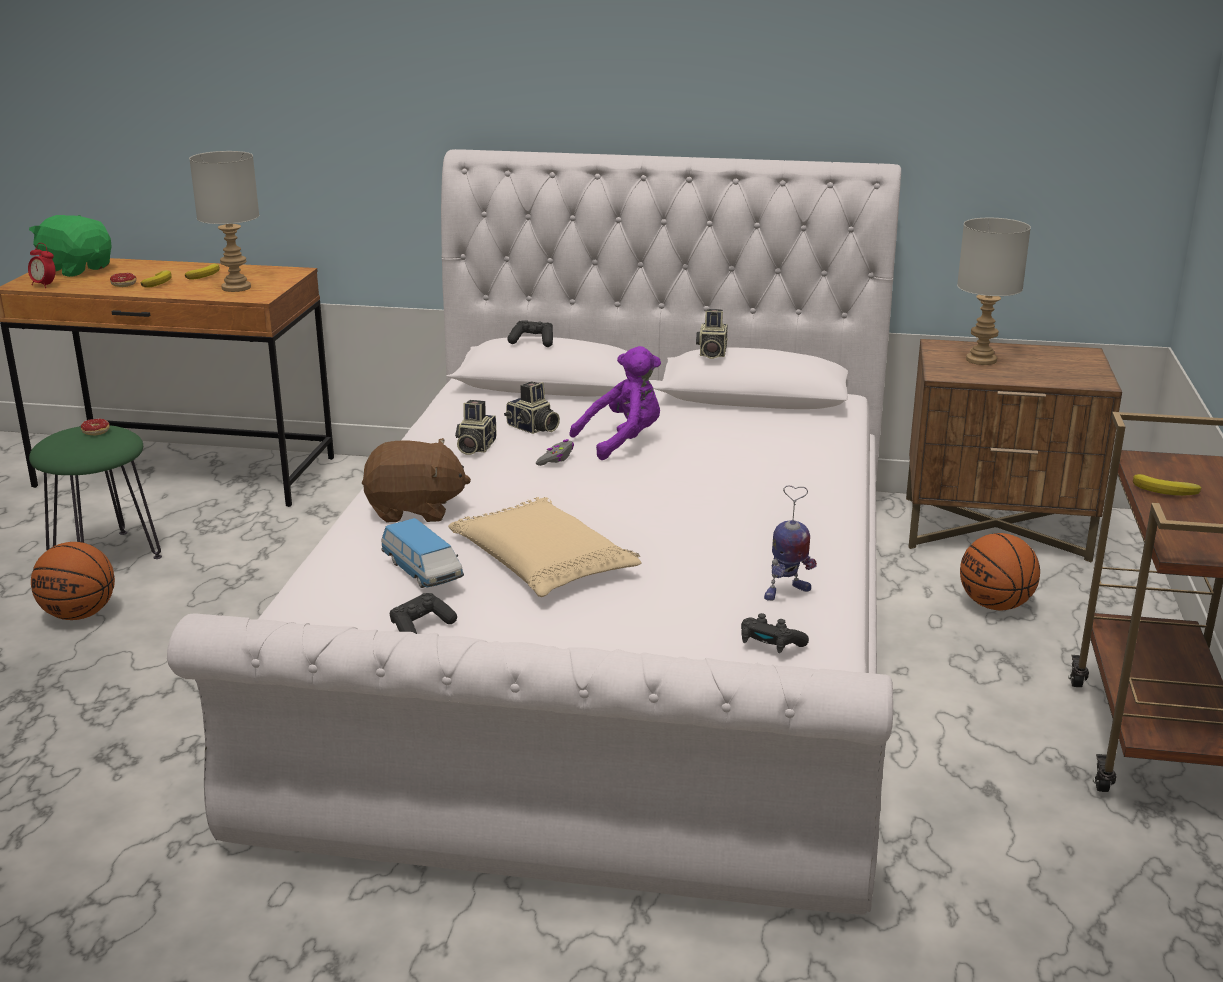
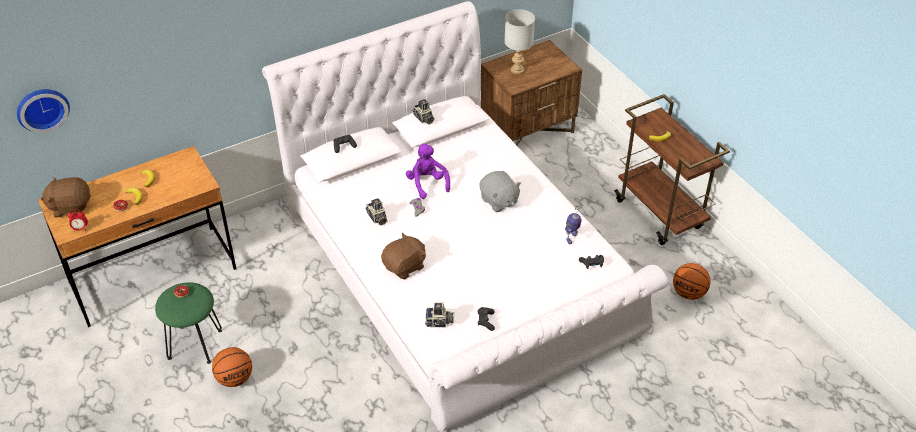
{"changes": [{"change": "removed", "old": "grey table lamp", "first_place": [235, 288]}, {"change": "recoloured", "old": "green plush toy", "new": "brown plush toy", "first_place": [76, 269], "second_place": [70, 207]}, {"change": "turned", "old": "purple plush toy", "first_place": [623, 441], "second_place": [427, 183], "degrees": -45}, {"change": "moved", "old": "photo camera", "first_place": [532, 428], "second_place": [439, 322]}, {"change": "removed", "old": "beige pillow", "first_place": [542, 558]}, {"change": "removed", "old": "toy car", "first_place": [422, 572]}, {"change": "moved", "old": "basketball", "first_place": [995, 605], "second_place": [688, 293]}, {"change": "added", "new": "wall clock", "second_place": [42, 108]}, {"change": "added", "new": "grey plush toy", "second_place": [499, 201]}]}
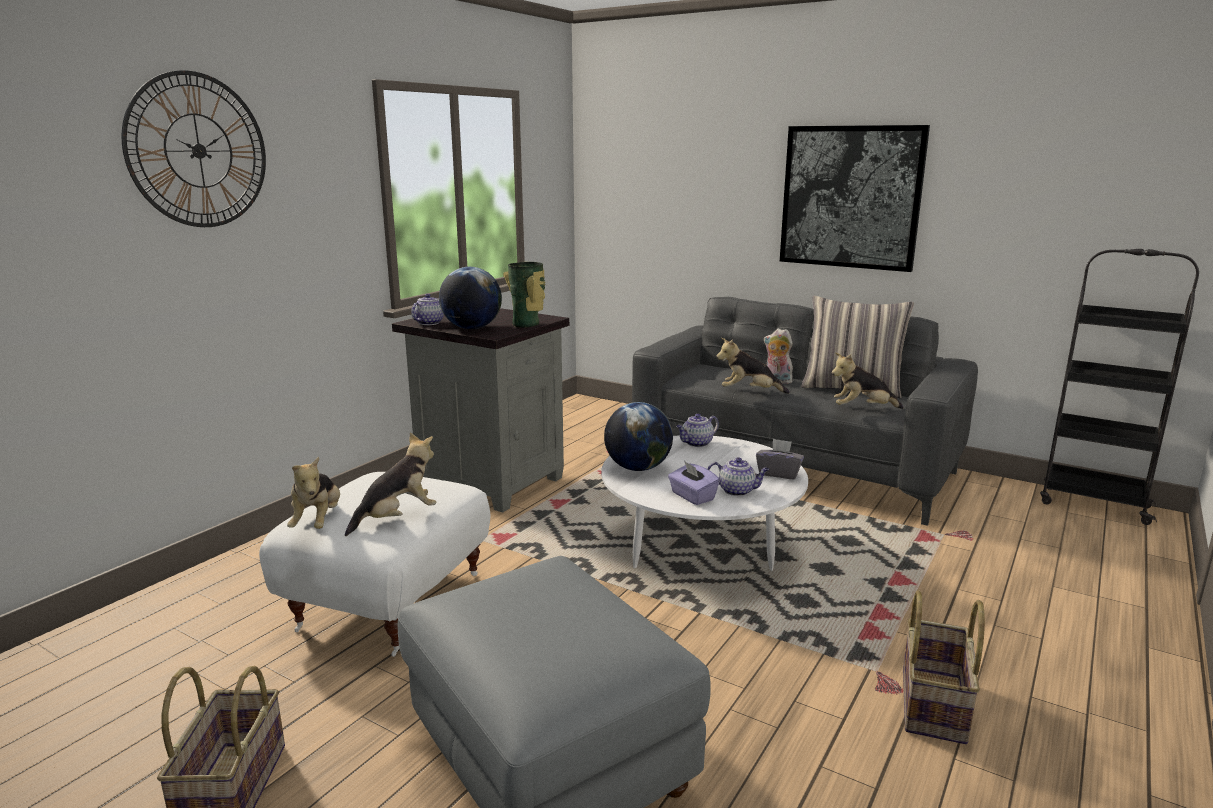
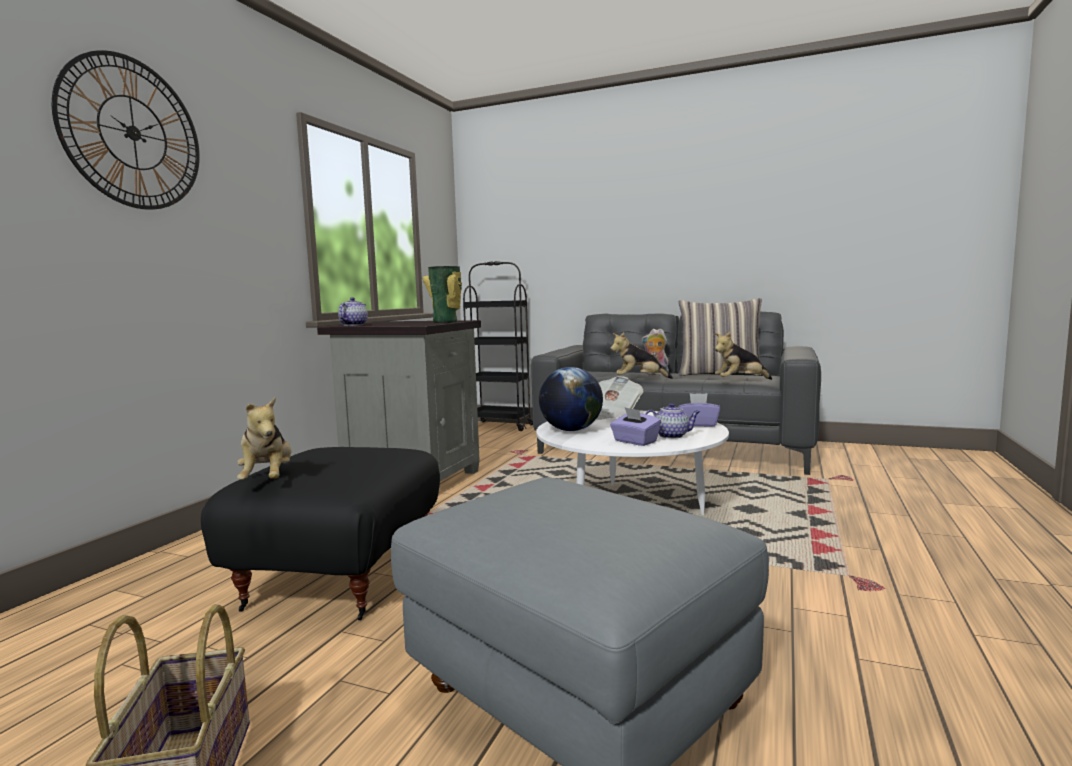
{"changes": [{"change": "removed", "old": "picture", "first_place": [850, 197]}, {"change": "moved", "old": "black cart", "first_place": [1093, 505], "second_place": [500, 426]}, {"change": "removed", "old": "globe", "first_place": [472, 328]}, {"change": "replaced", "old": "teapot", "new": "newspaper", "first_place": [696, 443], "second_place": [611, 414]}, {"change": "removed", "old": "plush toy", "first_place": [397, 518]}, {"change": "recoloured", "old": "grey tissue box", "new": "purple tissue box", "first_place": [779, 473], "second_place": [698, 424]}, {"change": "recoloured", "old": "white ottoman", "new": "black ottoman", "first_place": [388, 601], "second_place": [339, 574]}, {"change": "removed", "old": "basket", "first_place": [935, 705]}]}
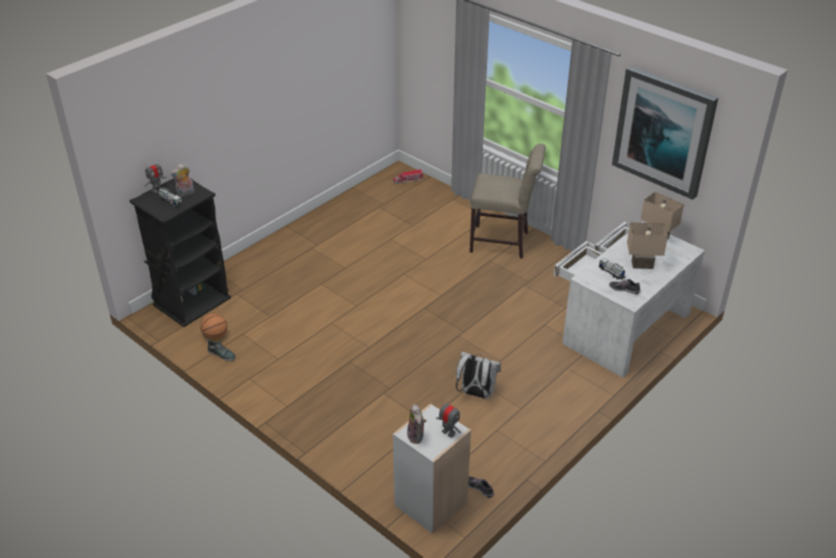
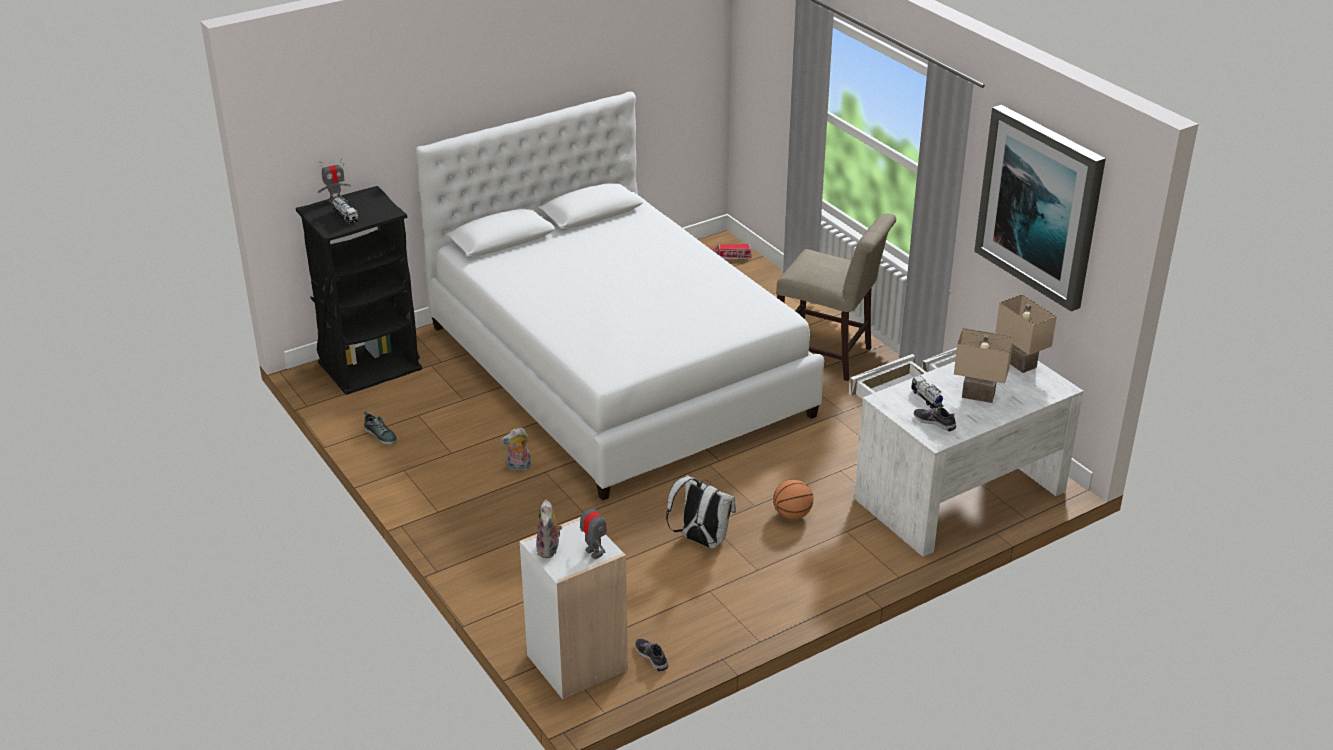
{"changes": [{"change": "moved", "old": "plush toy", "first_place": [185, 193], "second_place": [518, 467]}, {"change": "moved", "old": "basketball", "first_place": [215, 336], "second_place": [792, 515]}, {"change": "added", "new": "white bed", "second_place": [617, 369]}]}
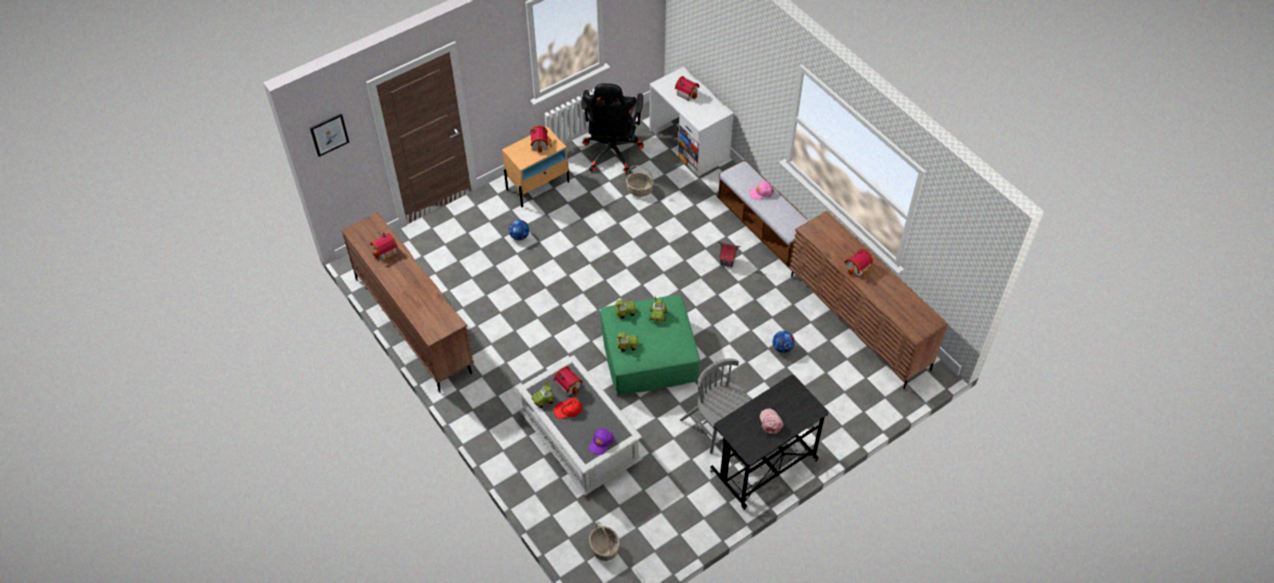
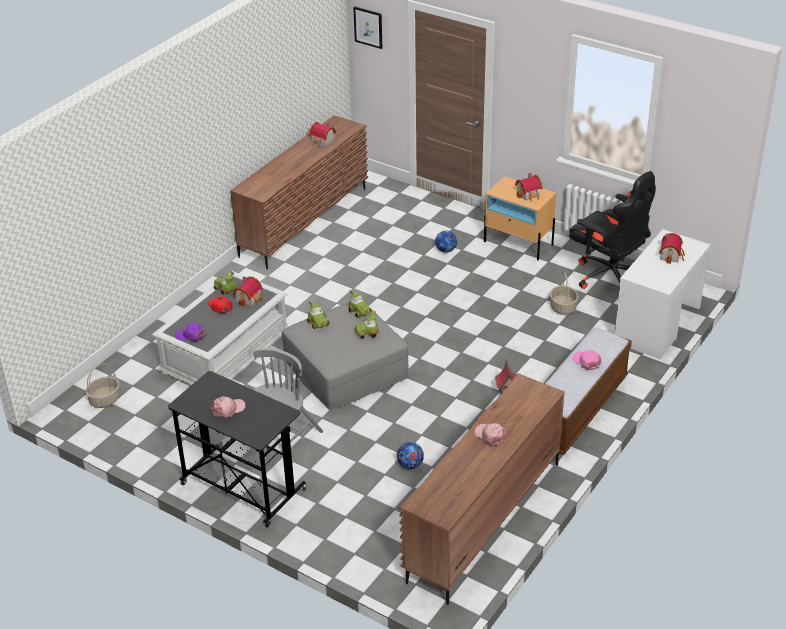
{"changes": [{"change": "turned", "old": "black office chair", "first_place": [613, 149], "second_place": [606, 275], "degrees": -120}, {"change": "replaced", "old": "toy house", "new": "pink cap", "first_place": [859, 268], "second_place": [490, 435]}, {"change": "recoloured", "old": "green ottoman", "new": "grey ottoman", "first_place": [648, 355], "second_place": [345, 369]}]}
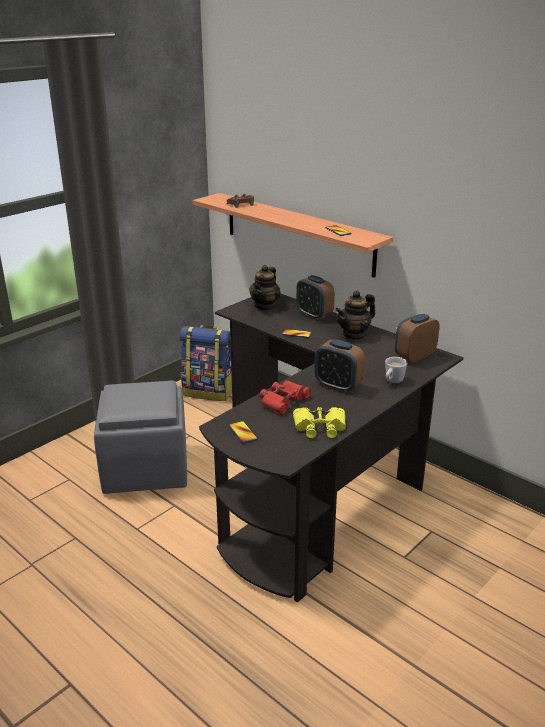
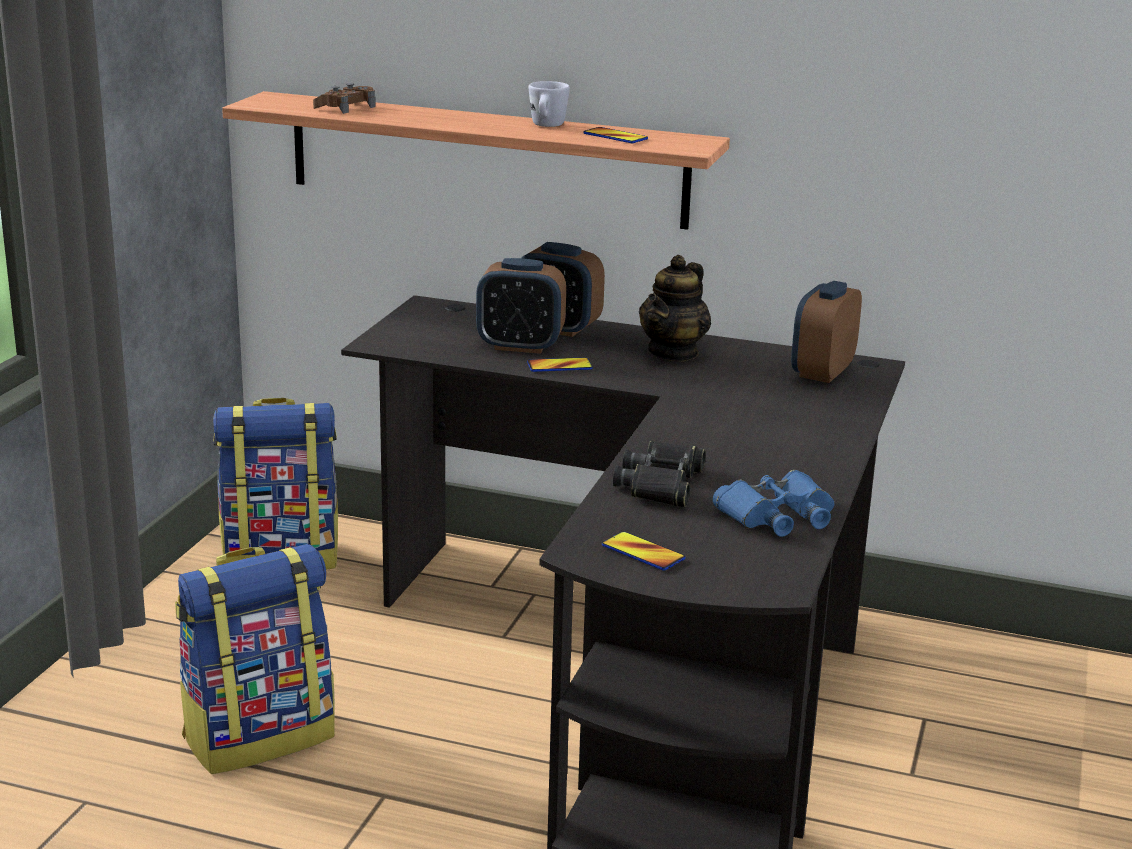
{"changes": [{"change": "removed", "old": "teapot", "first_place": [265, 306]}, {"change": "moved", "old": "alarm clock", "first_place": [338, 385], "second_place": [520, 346]}, {"change": "moved", "old": "white mug", "first_place": [392, 381], "second_place": [546, 126]}, {"change": "recoloured", "old": "red binoculars", "new": "black binoculars", "first_place": [283, 401], "second_place": [661, 484]}, {"change": "replaced", "old": "grey ottoman", "new": "backpack", "first_place": [147, 468], "second_place": [259, 736]}, {"change": "recoloured", "old": "yellow binoculars", "new": "blue binoculars", "first_place": [319, 427], "second_place": [777, 515]}]}
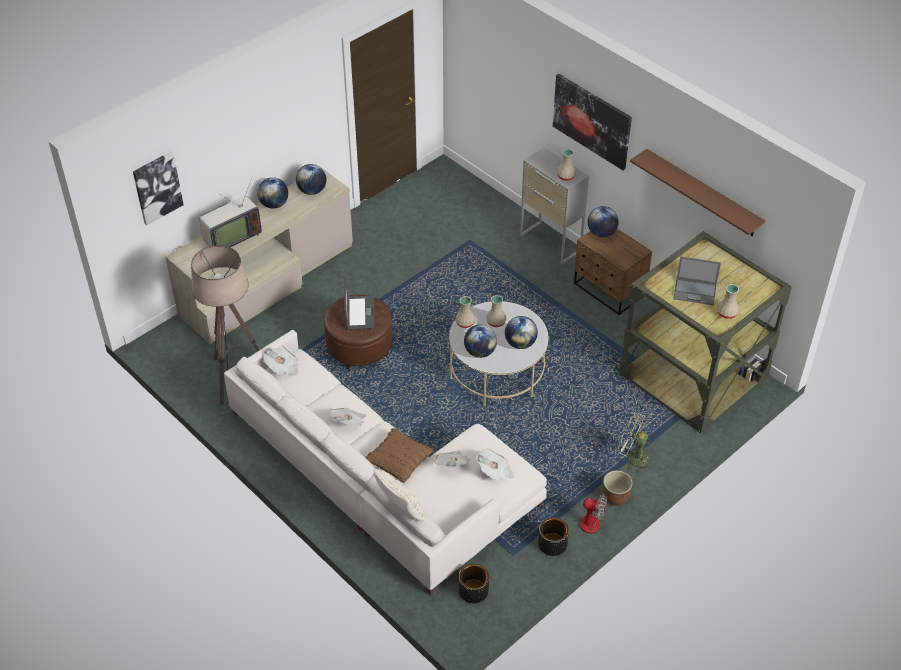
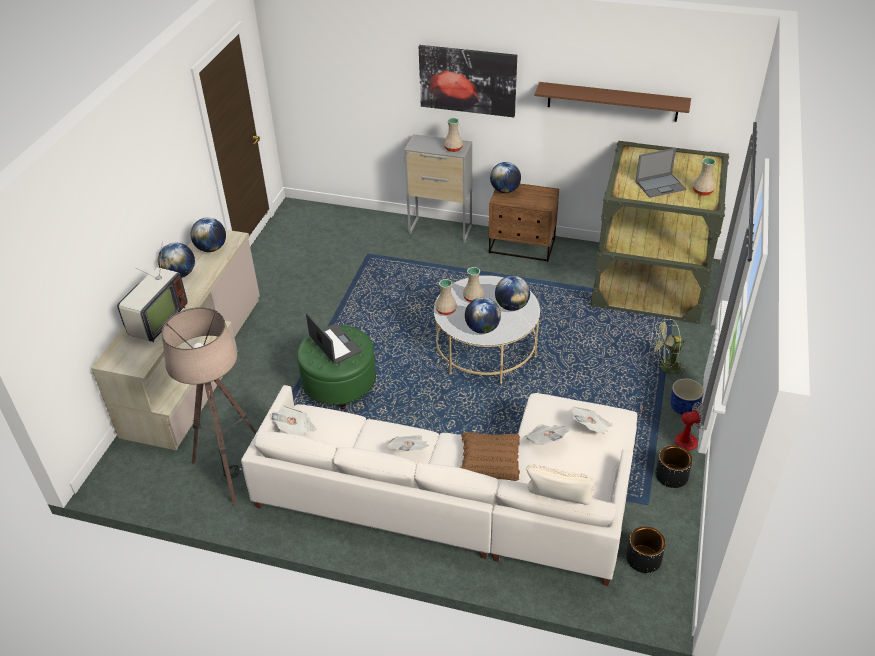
{"changes": [{"change": "removed", "old": "picture", "first_place": [157, 187]}, {"change": "recoloured", "old": "brown ottoman", "new": "green ottoman", "first_place": [359, 348], "second_place": [339, 385]}, {"change": "recoloured", "old": "brown planter", "new": "blue planter", "first_place": [615, 496], "second_place": [683, 407]}]}
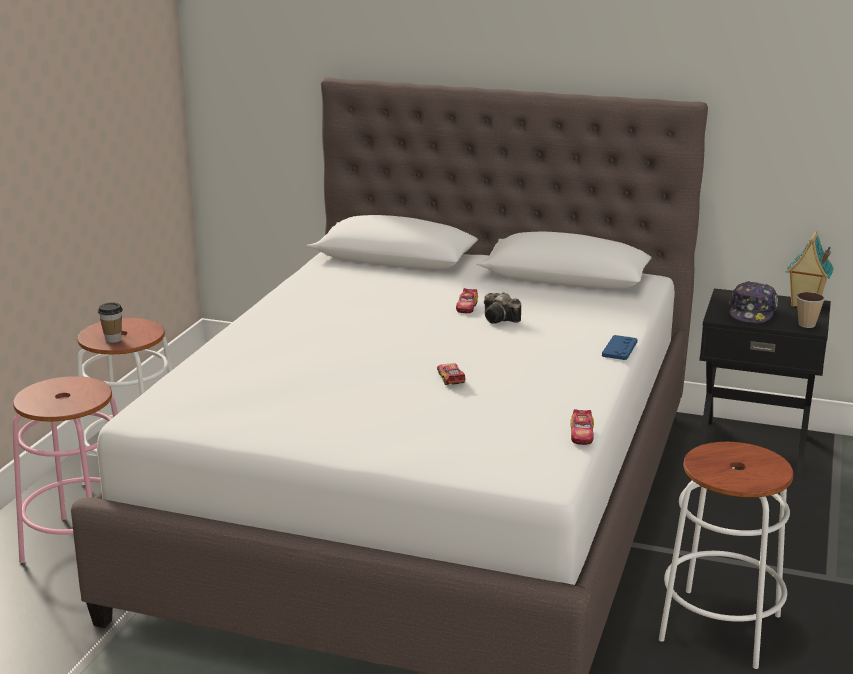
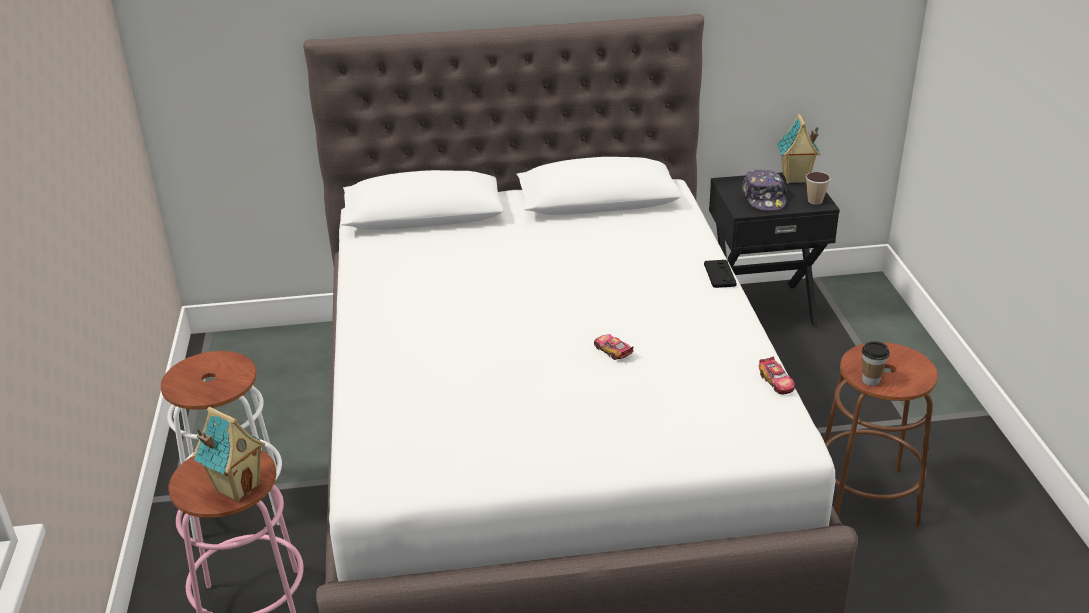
{"changes": [{"change": "removed", "old": "toy car", "first_place": [467, 307]}, {"change": "removed", "old": "photo camera", "first_place": [500, 319]}, {"change": "moved", "old": "cup", "first_place": [113, 339], "second_place": [870, 380]}, {"change": "recoloured", "old": "blue game controller", "new": "black game controller", "first_place": [619, 349], "second_place": [719, 275]}, {"change": "recoloured", "old": "white stool", "new": "brown stool", "first_place": [720, 627], "second_place": [866, 497]}, {"change": "added", "new": "toy house", "second_place": [237, 487]}]}
